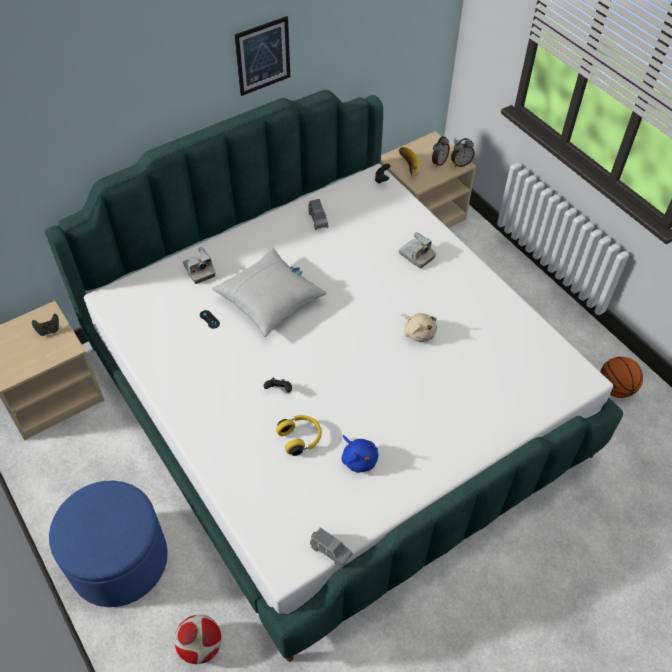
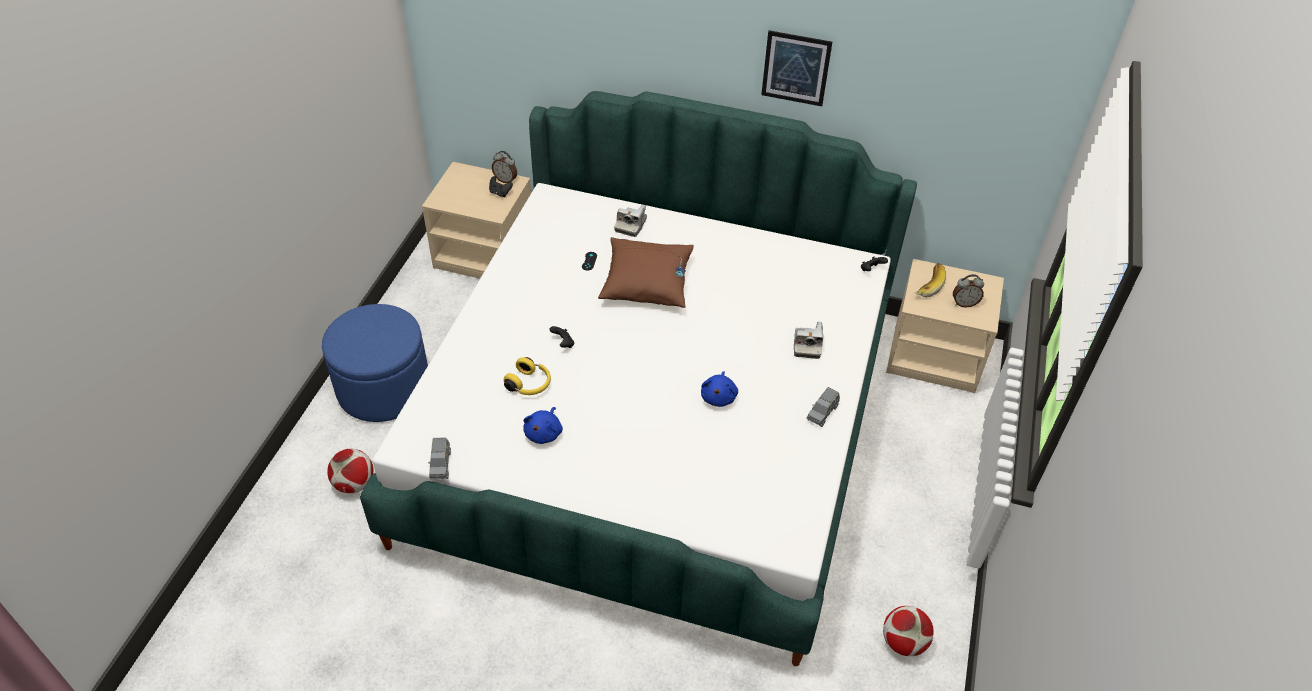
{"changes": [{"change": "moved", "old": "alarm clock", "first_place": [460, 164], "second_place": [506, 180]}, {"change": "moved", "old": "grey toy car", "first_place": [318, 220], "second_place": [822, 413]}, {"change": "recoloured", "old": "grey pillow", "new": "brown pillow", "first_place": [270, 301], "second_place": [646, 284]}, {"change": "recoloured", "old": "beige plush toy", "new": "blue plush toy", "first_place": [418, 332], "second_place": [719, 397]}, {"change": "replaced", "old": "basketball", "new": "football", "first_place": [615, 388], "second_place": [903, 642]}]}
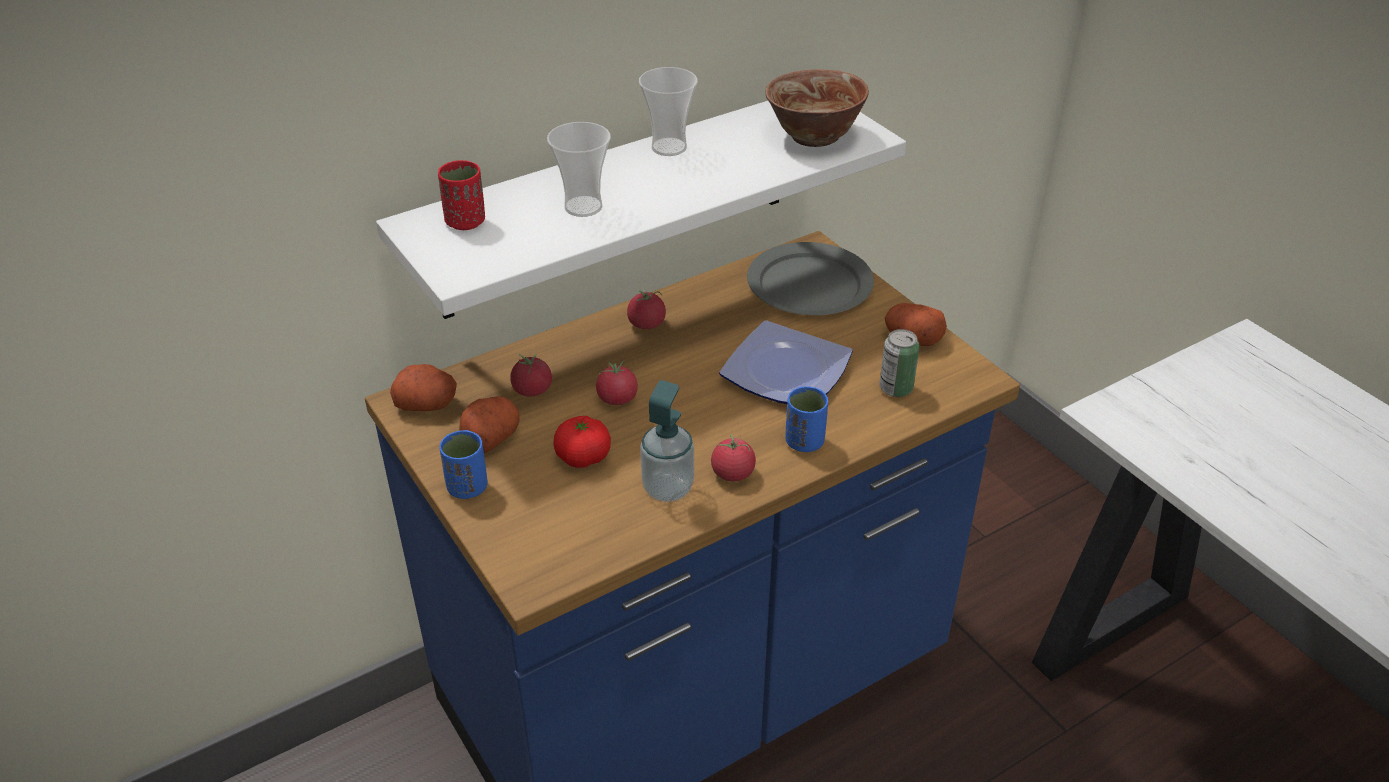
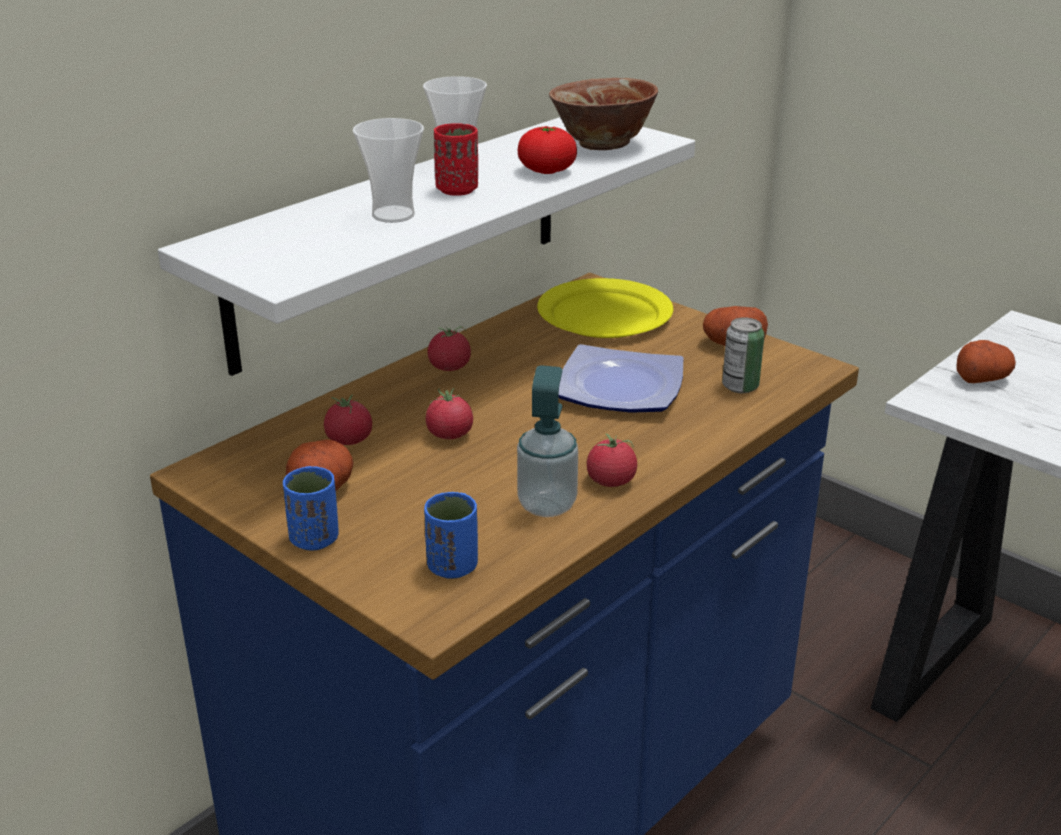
{"changes": [{"change": "moved", "old": "red cup", "first_place": [465, 222], "second_place": [457, 190]}, {"change": "recoloured", "old": "grey plate", "new": "yellow plate", "first_place": [810, 285], "second_place": [606, 315]}, {"change": "moved", "old": "potato", "first_place": [427, 403], "second_place": [982, 378]}, {"change": "moved", "old": "blue cup", "first_place": [804, 442], "second_place": [452, 567]}, {"change": "moved", "old": "tomato", "first_place": [583, 457], "second_place": [547, 171]}]}
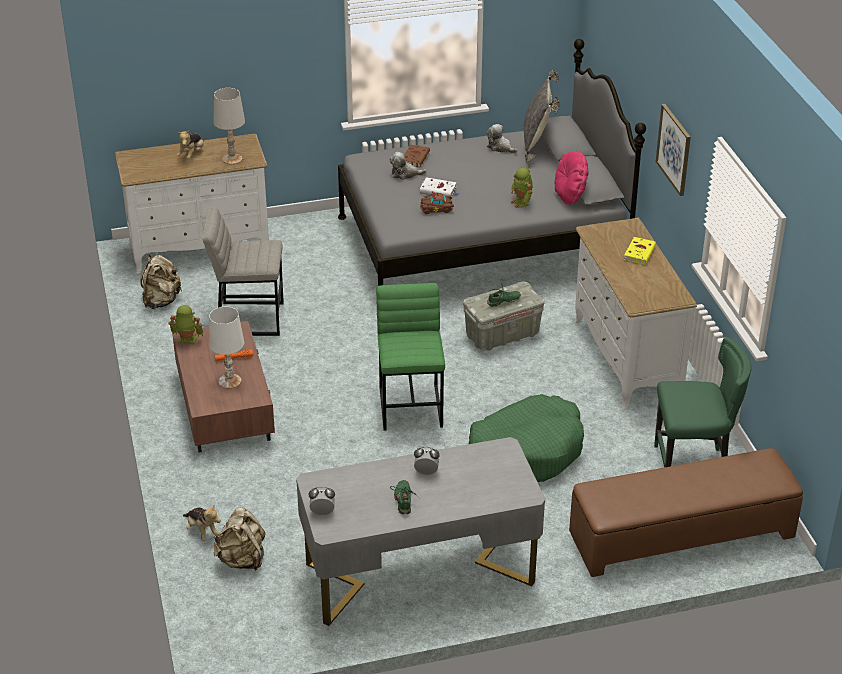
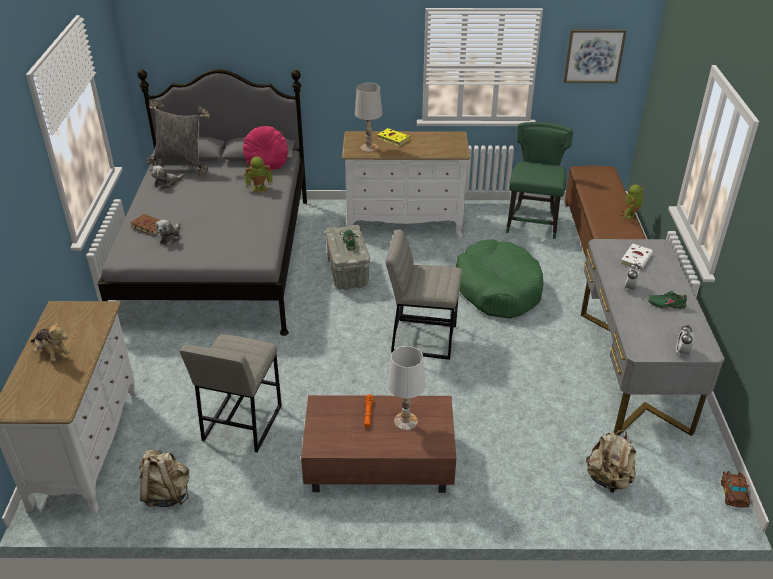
{"changes": [{"change": "moved", "old": "white table lamp", "first_place": [232, 159], "second_place": [368, 148]}, {"change": "moved", "old": "picture", "first_place": [674, 149], "second_place": [594, 56]}, {"change": "moved", "old": "white book", "first_place": [439, 190], "second_place": [636, 258]}, {"change": "moved", "old": "brown toy car", "first_place": [437, 209], "second_place": [734, 493]}, {"change": "recoloured", "old": "green chair", "new": "grey chair", "first_place": [410, 406], "second_place": [422, 338]}, {"change": "moved", "old": "toy robot", "first_place": [187, 341], "second_place": [630, 215]}, {"change": "removed", "old": "plush toy", "first_place": [202, 531]}]}
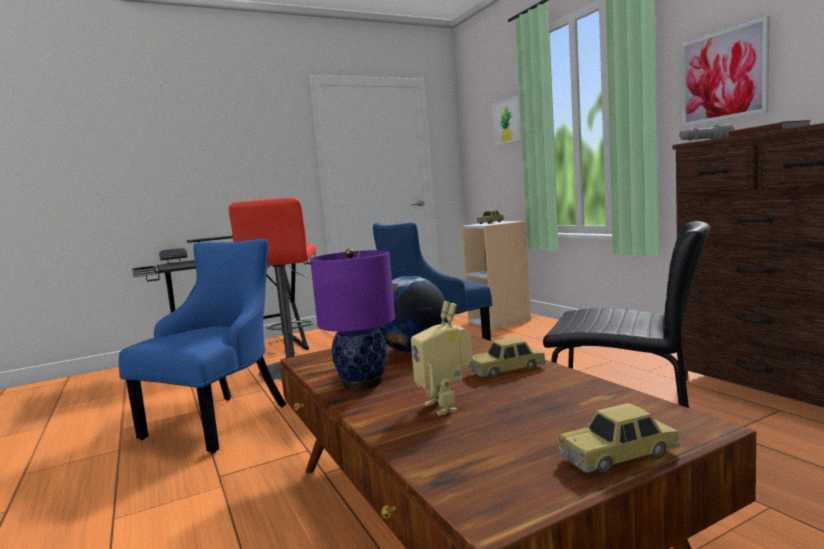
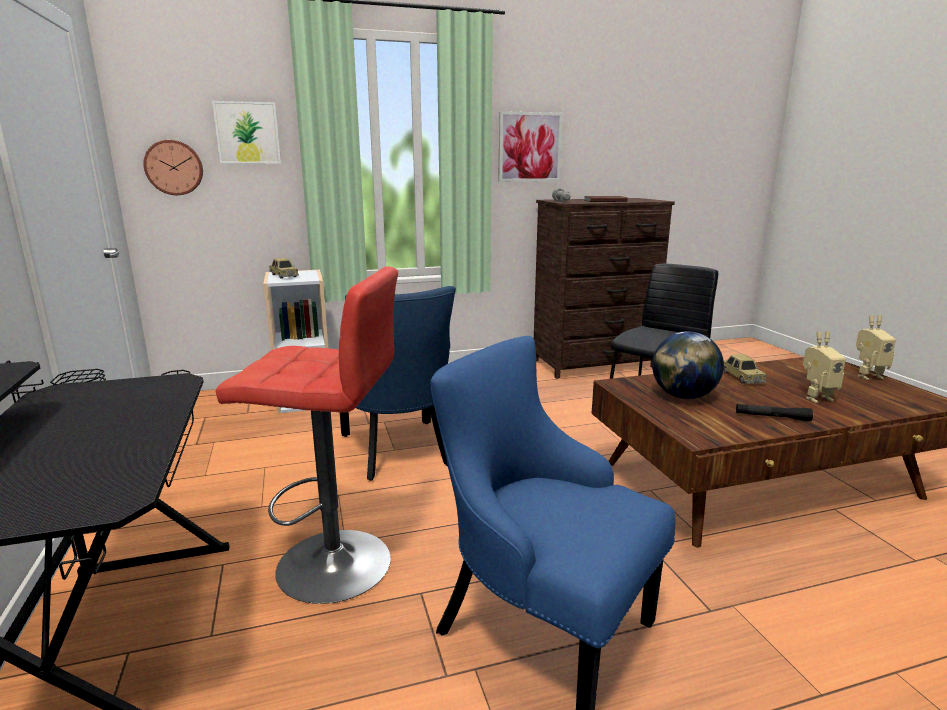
{"changes": [{"change": "replaced", "old": "purple table lamp", "new": "black flashlight", "first_place": [363, 382], "second_place": [772, 417]}, {"change": "replaced", "old": "toy car", "new": "toy robot", "first_place": [619, 455], "second_place": [867, 376]}, {"change": "added", "new": "wall clock", "second_place": [174, 167]}]}
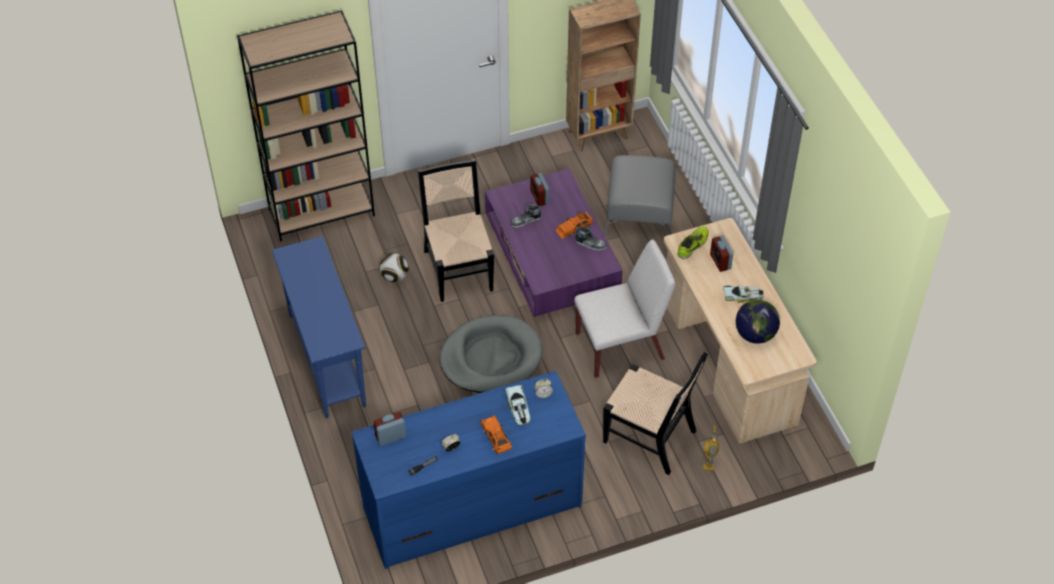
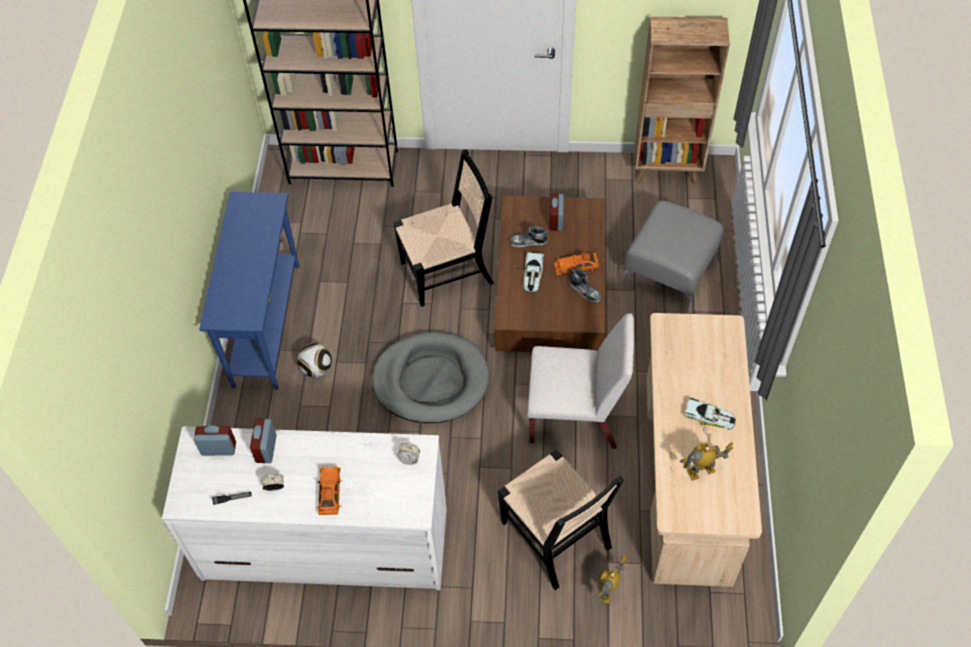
{"changes": [{"change": "turned", "old": "chair", "first_place": [459, 270], "second_place": [447, 272], "degrees": 60}, {"change": "recoloured", "old": "purple coffee table", "new": "brown coffee table", "first_place": [551, 257], "second_place": [550, 290]}, {"change": "removed", "old": "shoe", "first_place": [693, 245]}, {"change": "moved", "old": "alarm clock", "first_place": [720, 262], "second_place": [266, 449]}, {"change": "moved", "old": "football", "first_place": [394, 277], "second_place": [316, 369]}, {"change": "replaced", "old": "globe", "new": "toy robot", "first_place": [755, 335], "second_place": [701, 471]}, {"change": "recoloured", "old": "blue dresser", "new": "white dresser", "first_place": [471, 506], "second_place": [325, 543]}, {"change": "moved", "old": "toy car", "first_place": [517, 407], "second_place": [532, 274]}]}
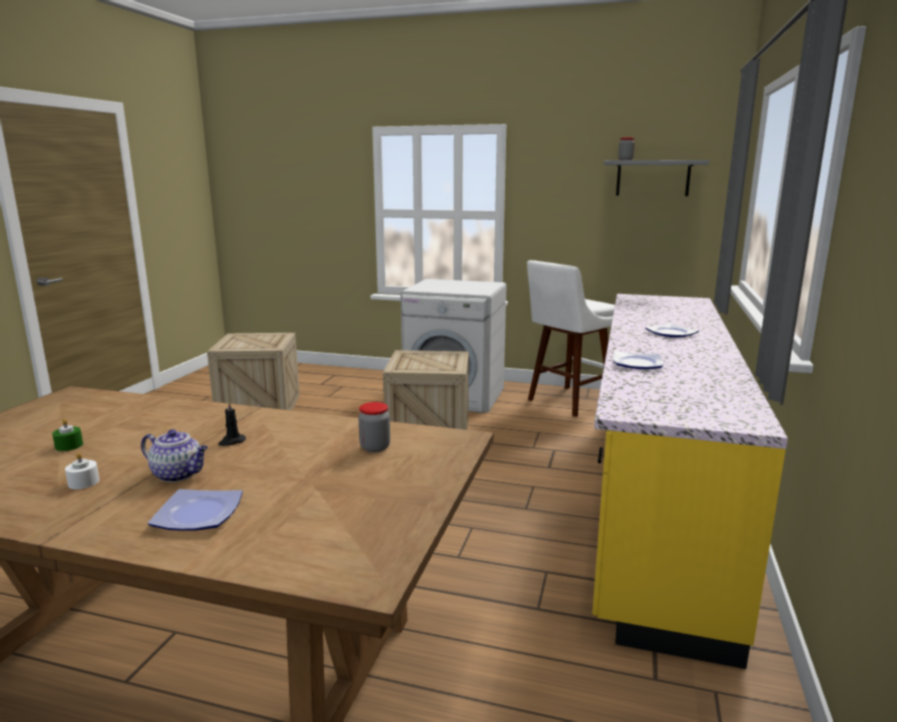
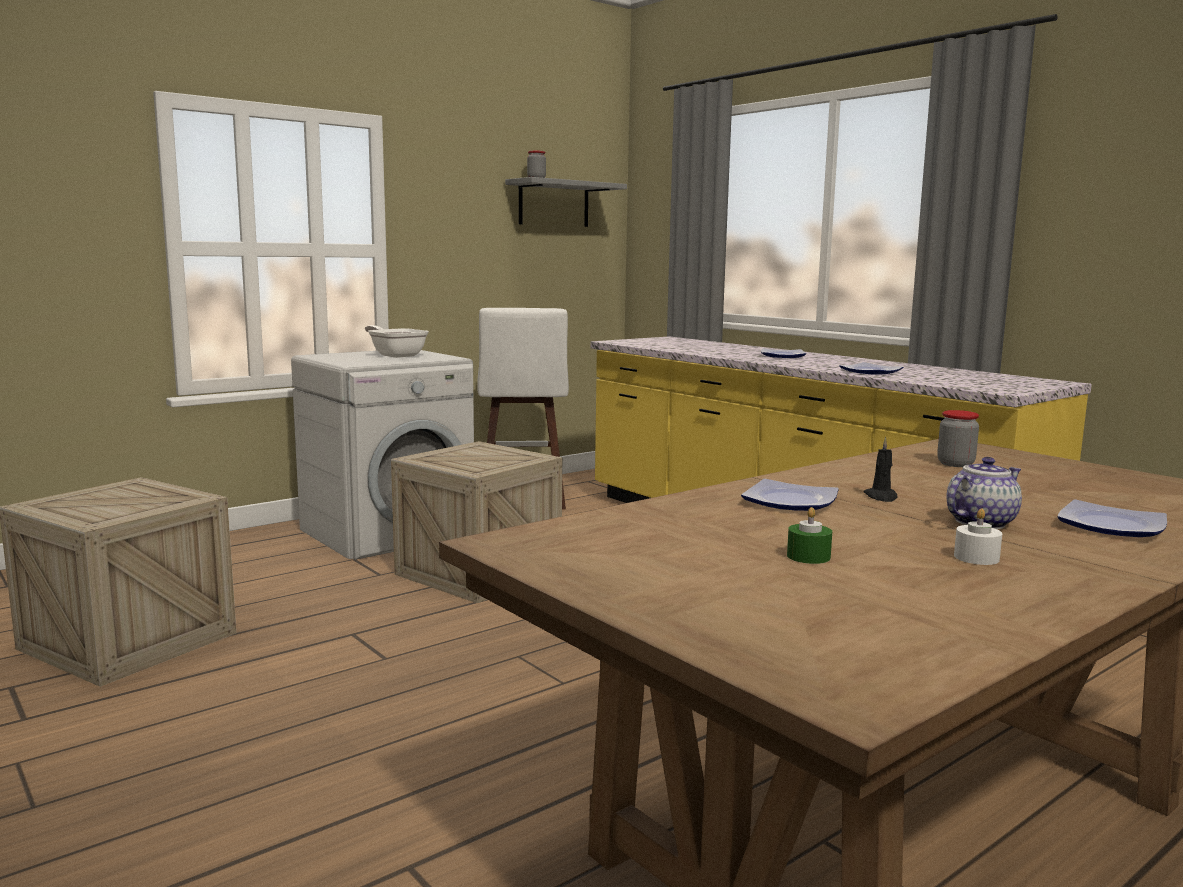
{"changes": [{"change": "added", "new": "frying pan", "second_place": [396, 355]}, {"change": "added", "new": "plate", "second_place": [788, 501]}]}
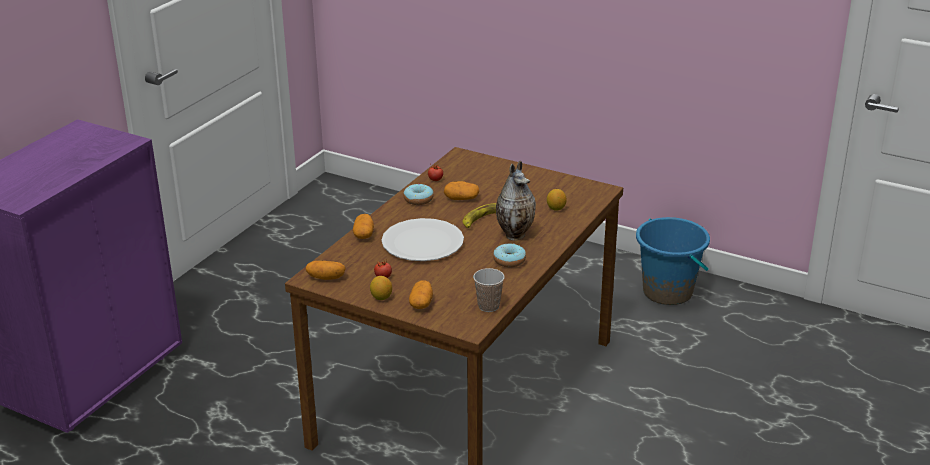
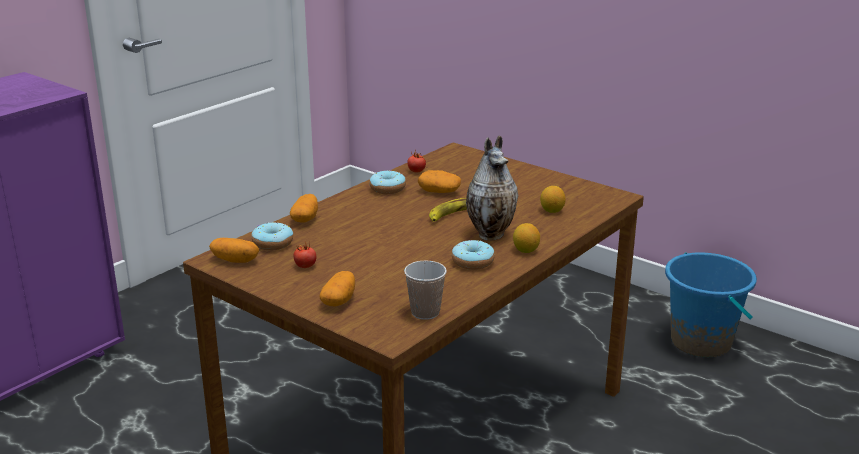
{"changes": [{"change": "removed", "old": "white plate", "first_place": [422, 242]}, {"change": "moved", "old": "lemon", "first_place": [381, 297], "second_place": [525, 250]}, {"change": "added", "new": "donut", "second_place": [273, 243]}]}
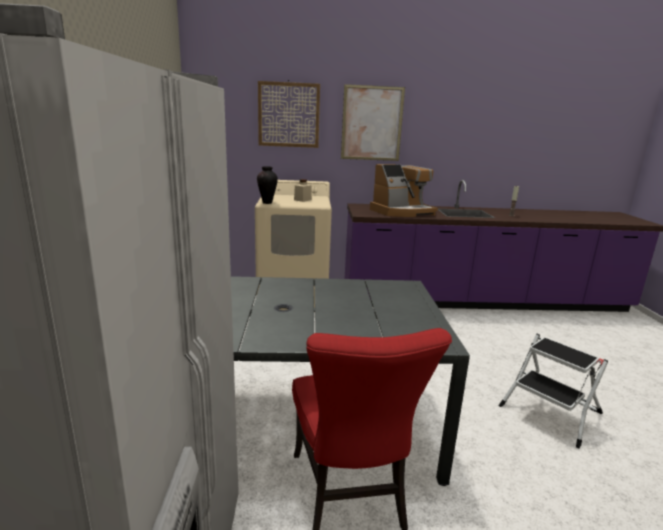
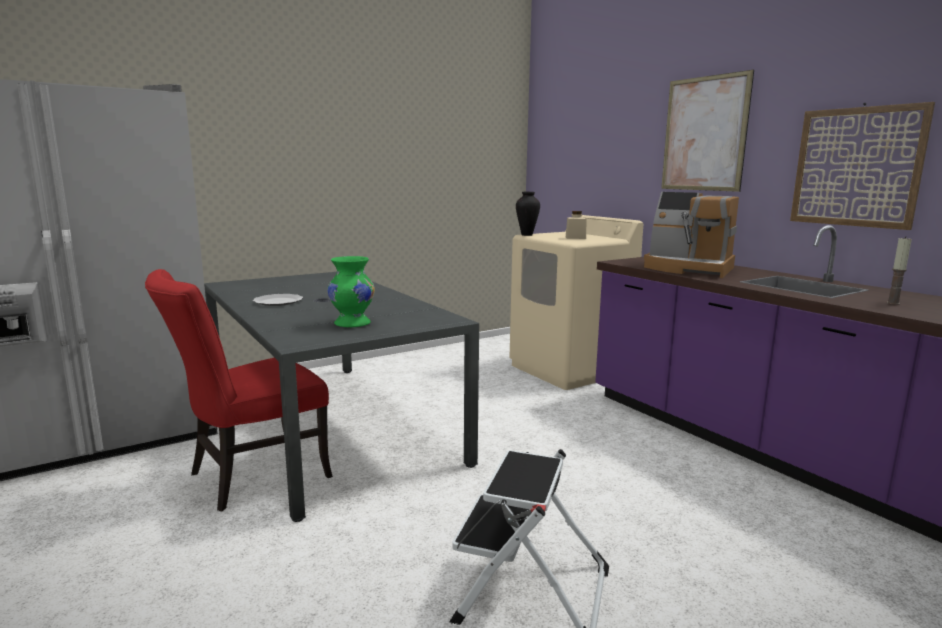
{"changes": [{"change": "moved", "old": "picture", "first_place": [289, 114], "second_place": [856, 165]}, {"change": "added", "new": "green vase", "second_place": [353, 324]}, {"change": "added", "new": "plate", "second_place": [278, 302]}]}
